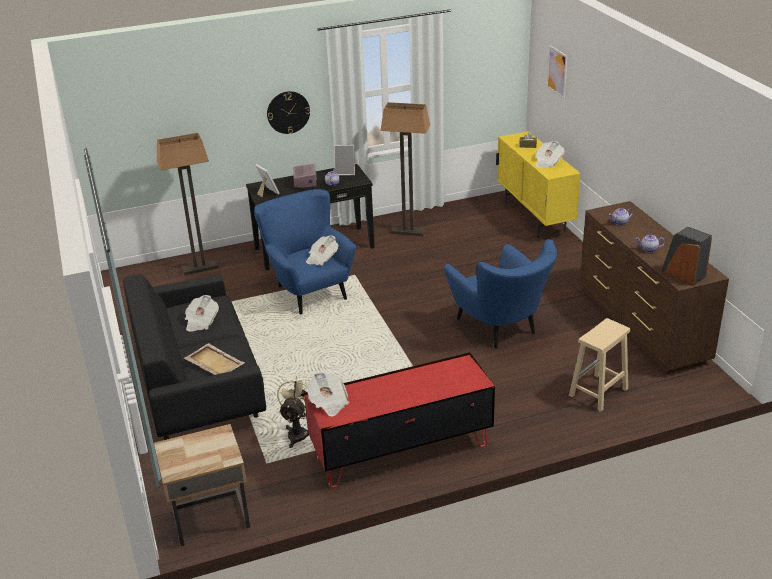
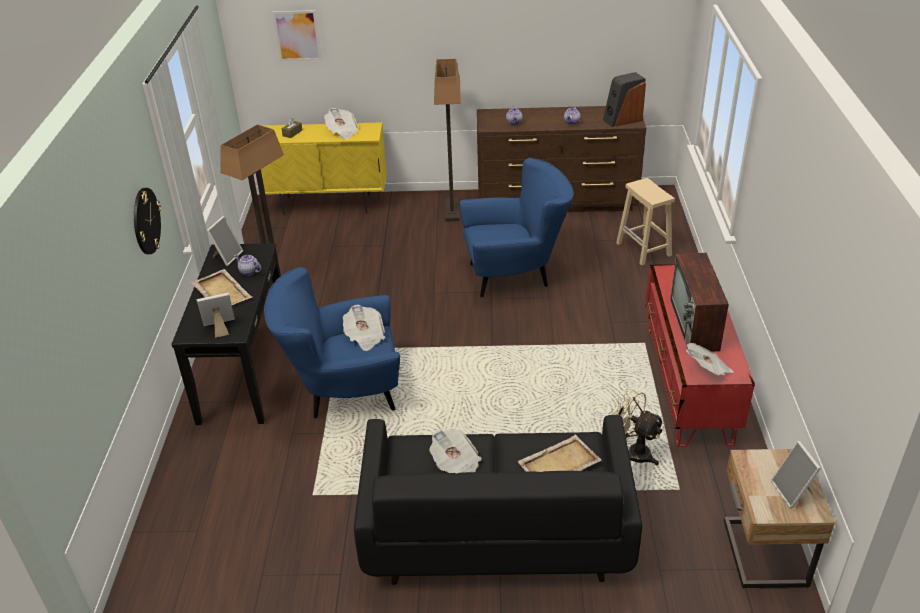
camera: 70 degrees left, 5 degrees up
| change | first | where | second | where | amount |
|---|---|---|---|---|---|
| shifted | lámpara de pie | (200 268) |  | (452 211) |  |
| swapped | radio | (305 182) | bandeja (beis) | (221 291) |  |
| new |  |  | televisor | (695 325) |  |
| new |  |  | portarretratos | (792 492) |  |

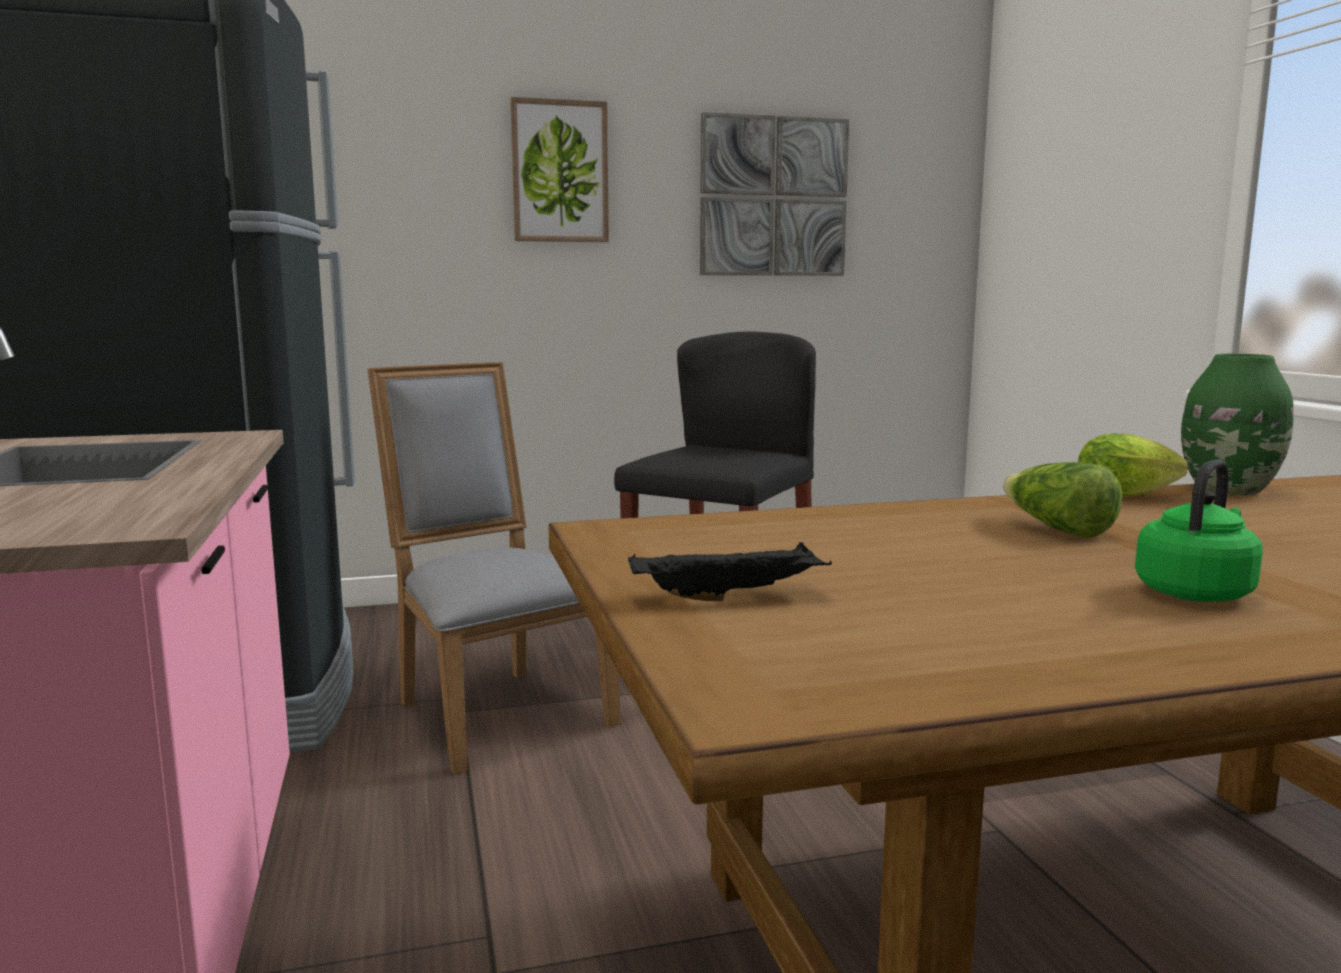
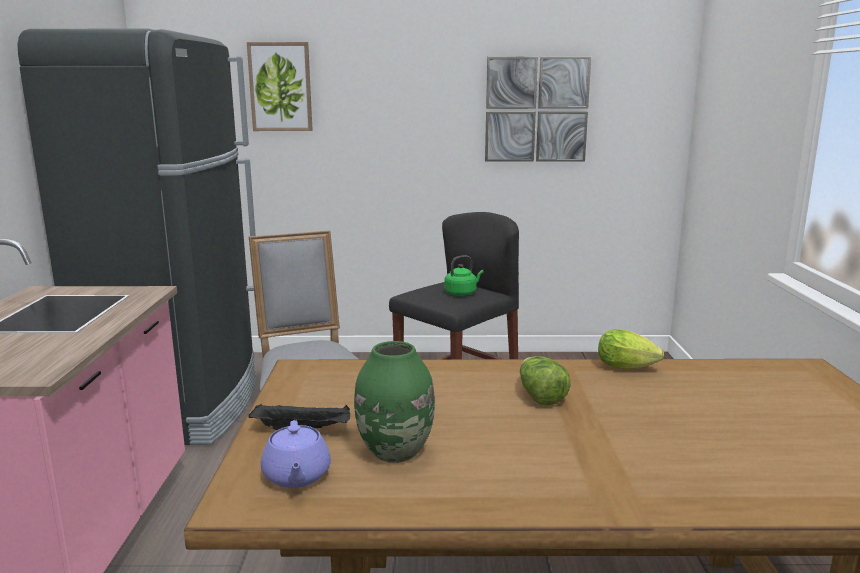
camera: 15 degrees right, 5 degrees up
| change | first | where | second | where | amount |
|---|---|---|---|---|---|
| shifted | cuadro | (560 172) |  | (280 87) |  |
| shifted | florero (verde) | (1229 490) |  | (395 452) |  |
| shifted | hervidor (verde) | (1196 592) |  | (462 293) |  |
| new |  |  | tetera (morado) | (296 476) |  |

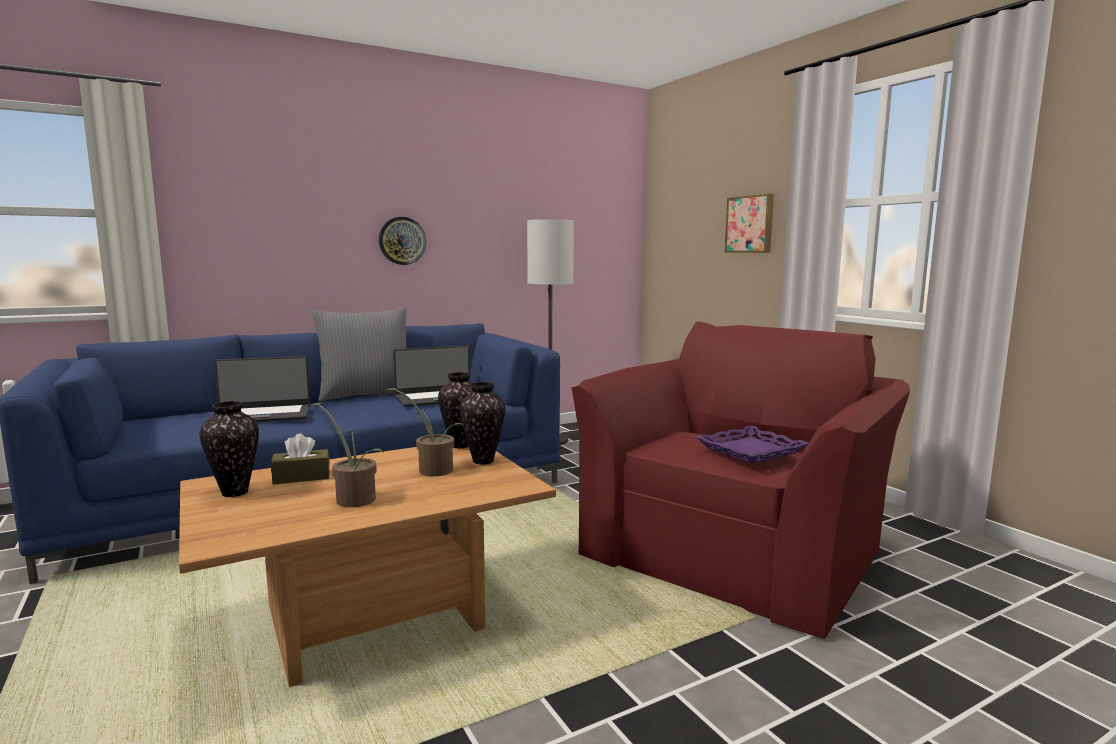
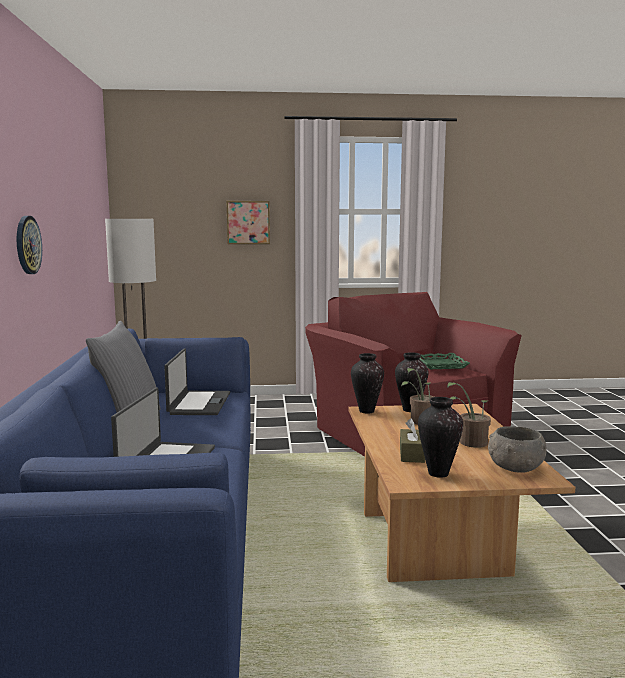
camera: 65 degrees left, 0 degrees up
| change | first | where | second | where | amount |
|---|---|---|---|---|---|
| repainted | bandeja (morado) | (750 450) | bandeja (verde) | (440 364) |  |
| new |  |  | cuenco (gris) | (515 468) |  |

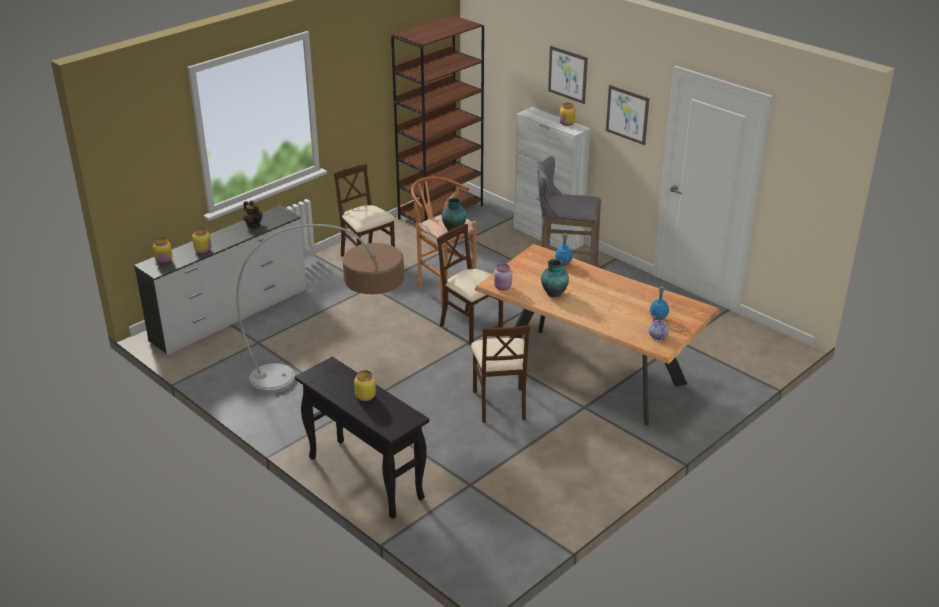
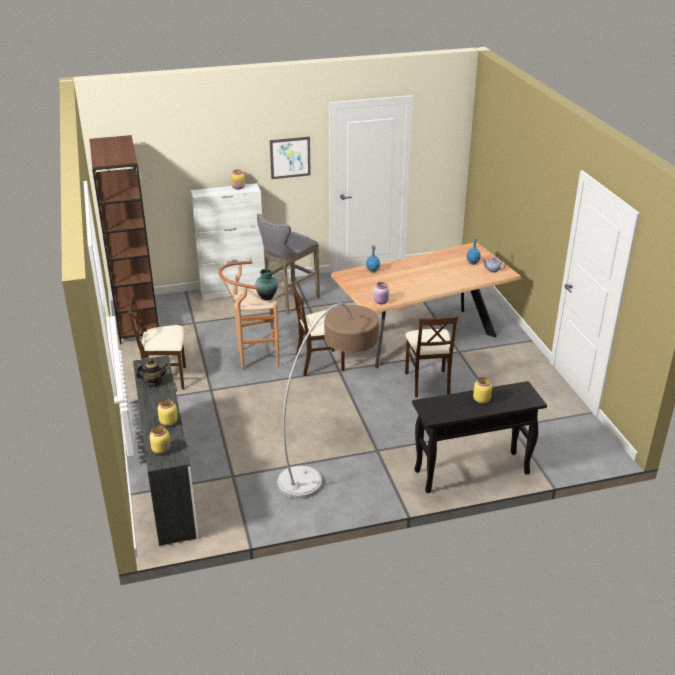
camera: 60 degrees left, 0 degrees up
| change | first | where | second | where | amount |
|---|---|---|---|---|---|
| gone | cuadro | (567 74) |  |  |  |
| gone | florero | (553 293) |  |  |  |
| rotated | silla (beis) | (500 404) |  | (428 383) | 60 degrees clockwise |

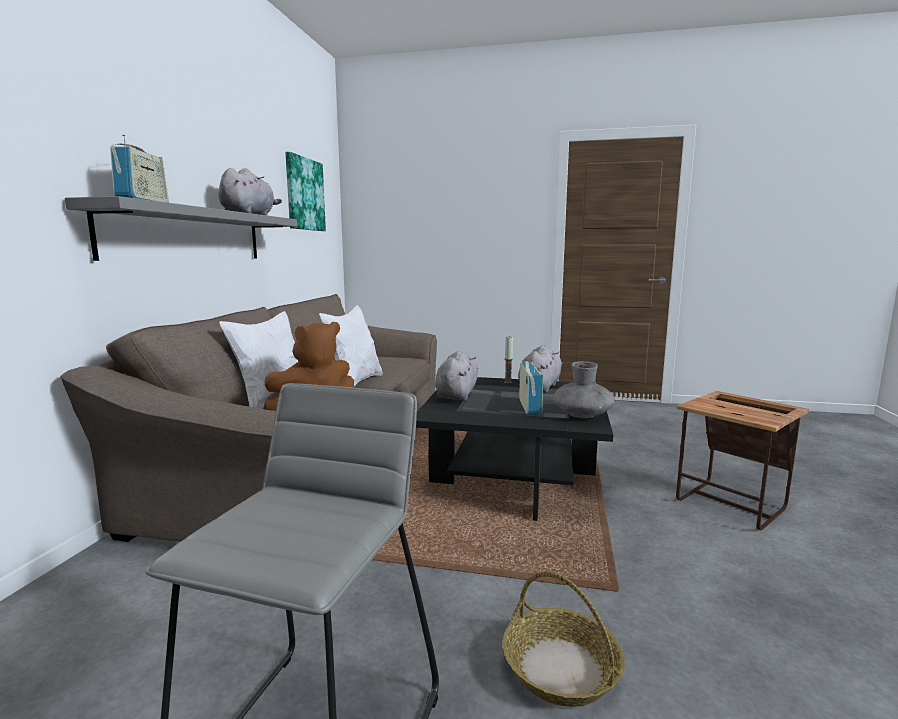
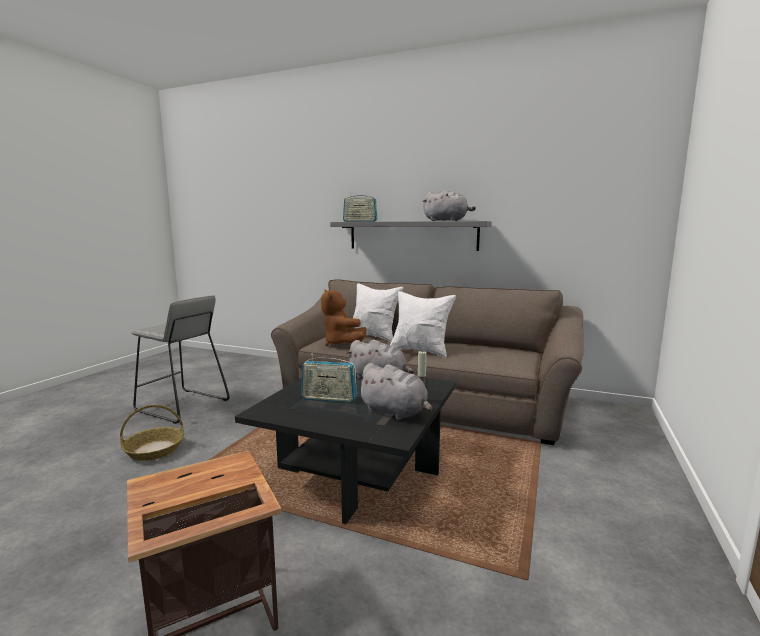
camera: 100 degrees right, 0 degrees up
| change | first | where | second | where | amount |
|---|---|---|---|---|---|
| gone | cuadro | (304 194) |  |  |  |
| gone | florero (gris) | (582 415) |  |  |  |

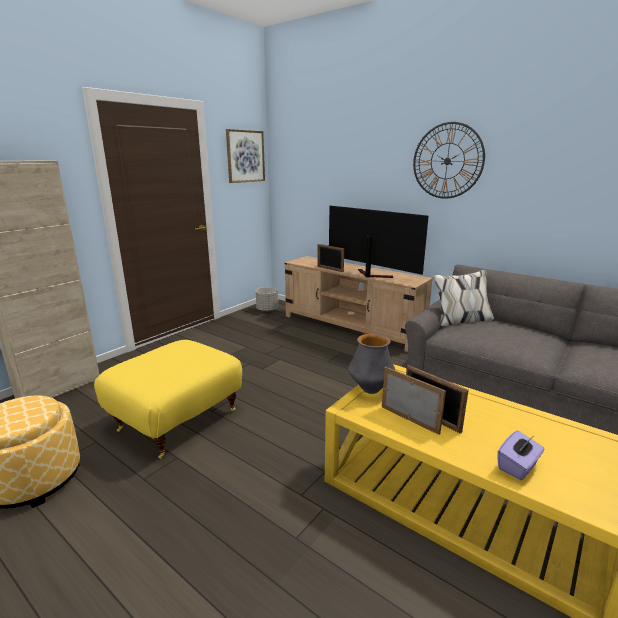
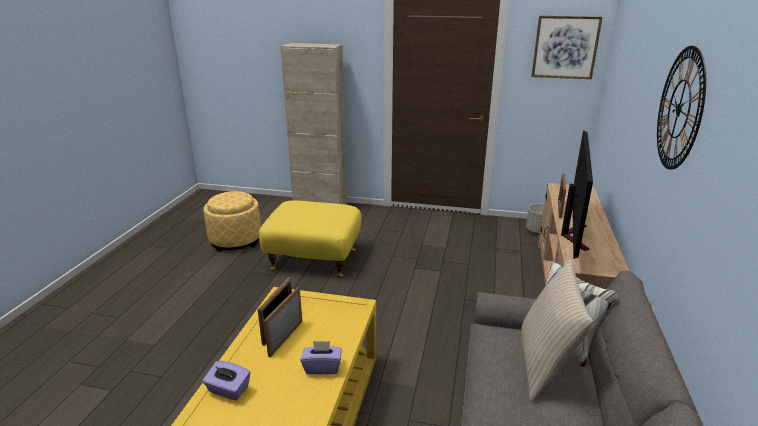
camera: 65 degrees right, 5 degrees up
| change | first | where | second | where | amount |
|---|---|---|---|---|---|
| gone | florero | (370 389) |  |  |  |
| new |  |  | cojín (beis) | (544 365) |  |
| new |  |  | caja de pañuelos (morado) | (322 367) |  |

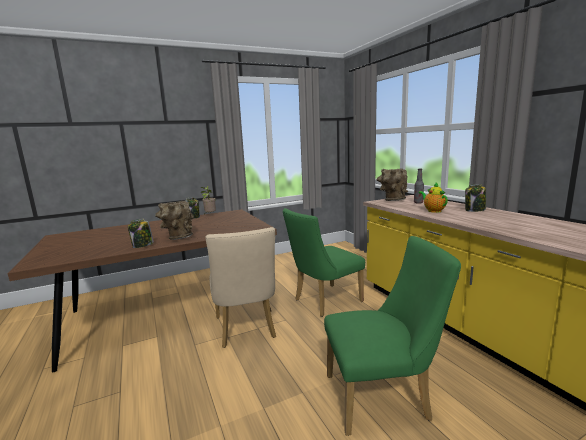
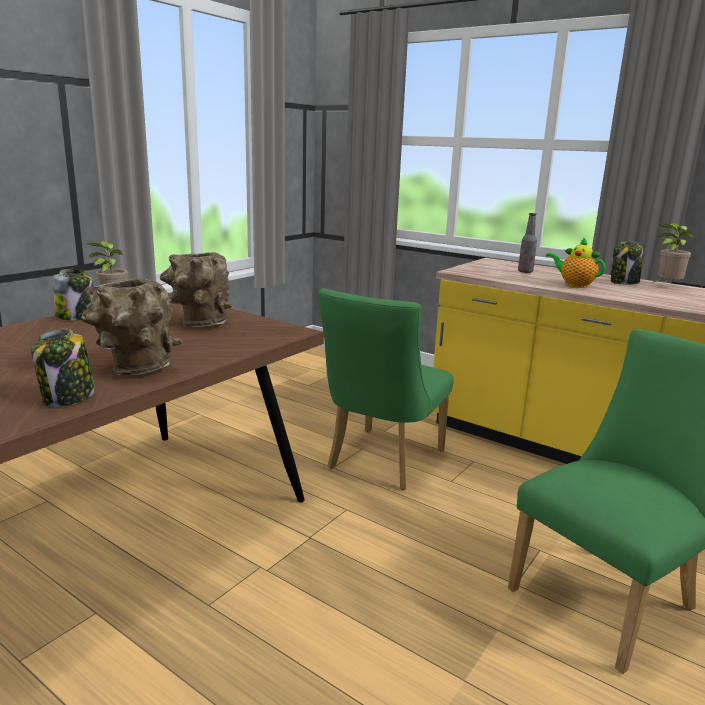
camera: 30 degrees left, 5 degrees up
| change | first | where | second | where | amount |
|---|---|---|---|---|---|
| shifted | florero (marrón) | (392 200) |  | (199 324) |  |
| gone | silla (beis) | (246 330) |  |  |  |
| new |  |  | planta en maceta | (666 286) |  |

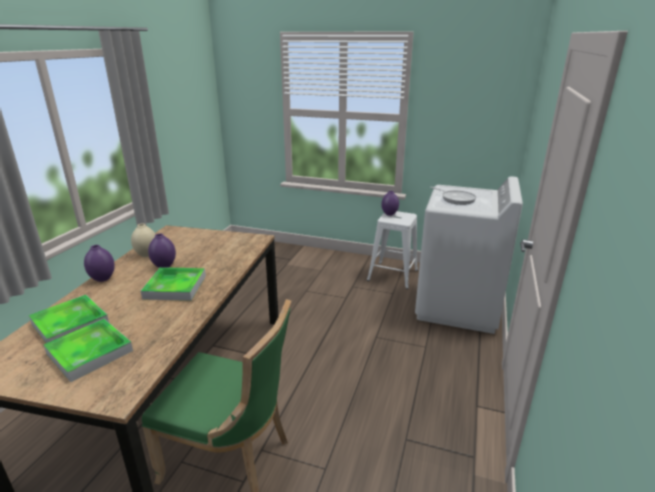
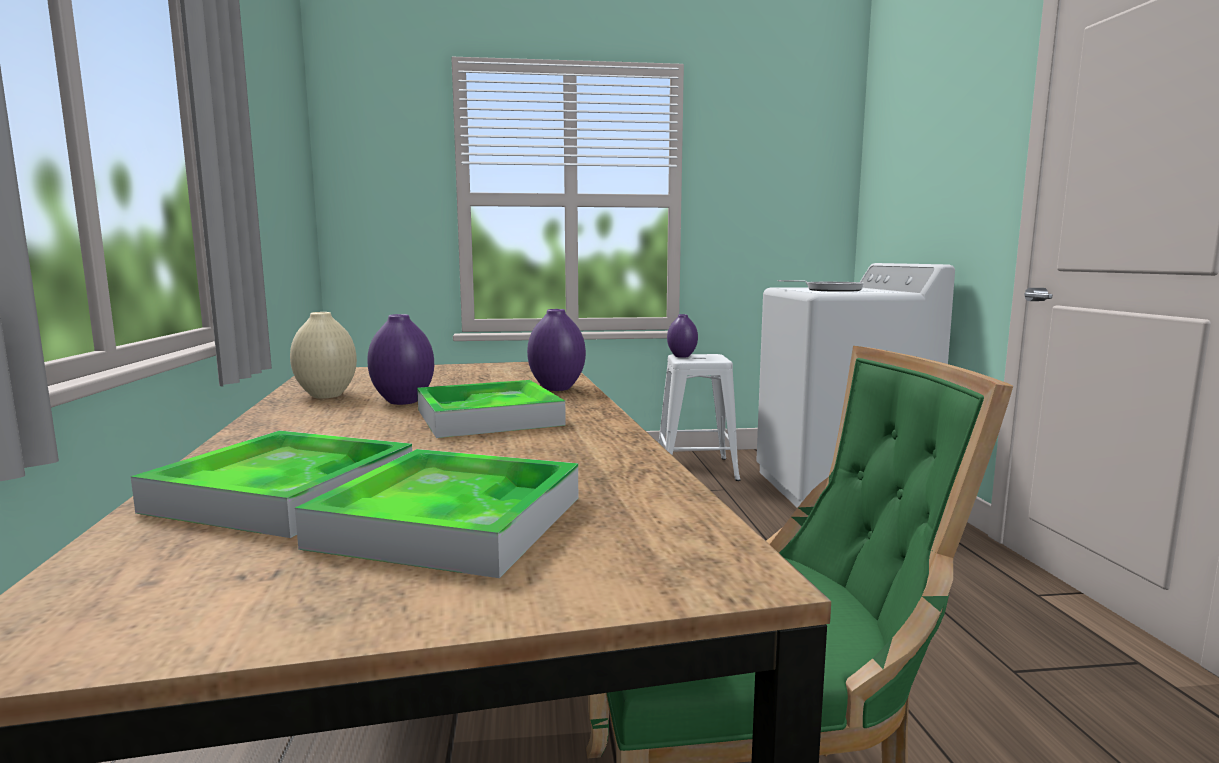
camera: 25 degrees left, 15 degrees down
| change | first | where | second | where | amount |
|---|---|---|---|---|---|
| shifted | florero (morado) | (103 278) |  | (556 388) |  |

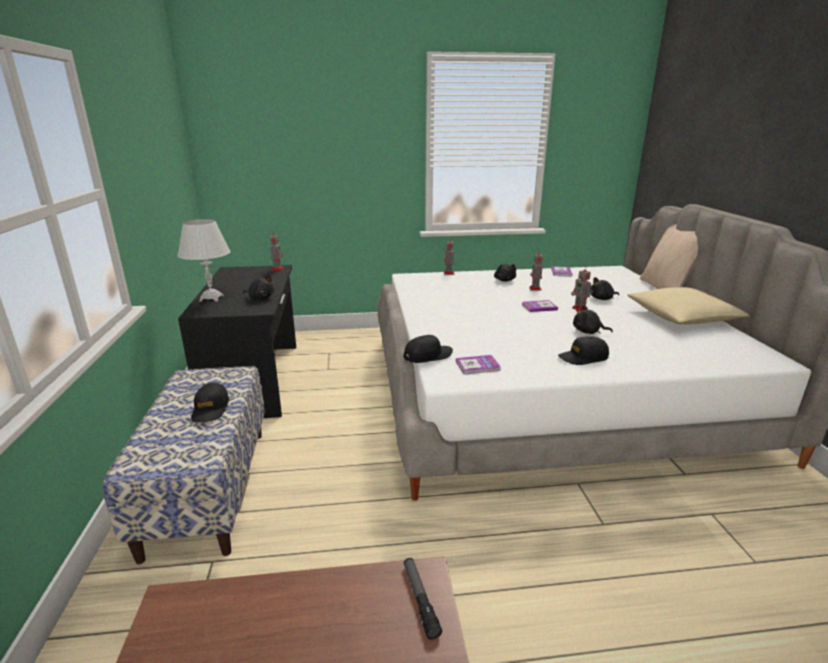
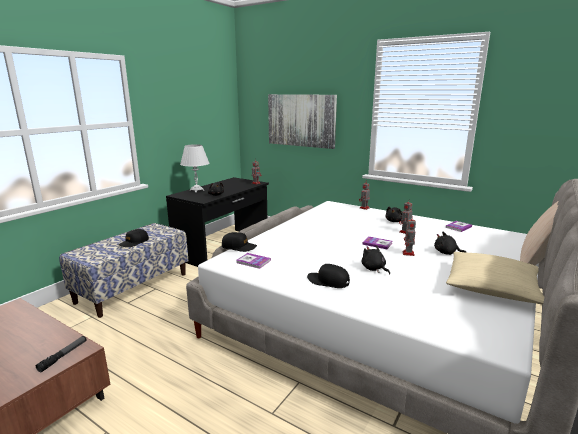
camera: 40 degrees right, 5 degrees down
| change | first | where | second | where | amount |
|---|---|---|---|---|---|
| new |  |  | cuadro | (301 120) |  |

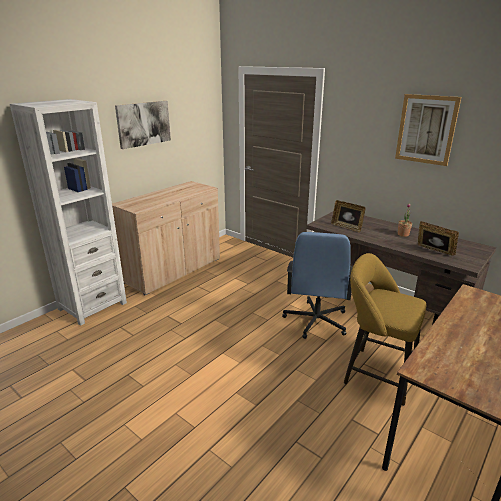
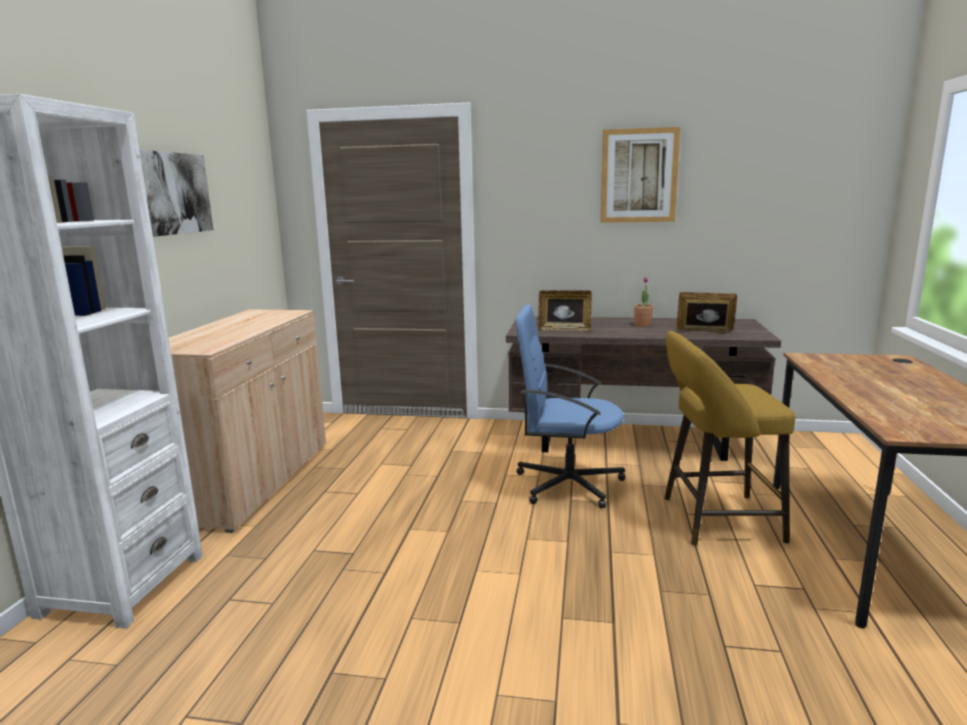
camera: 30 degrees left, 10 degrees down
| change | first | where | second | where | amount |
|---|---|---|---|---|---|
| rotated | silla de oficina (azul) | (315 321) |  | (567 484) | 120 degrees clockwise |

